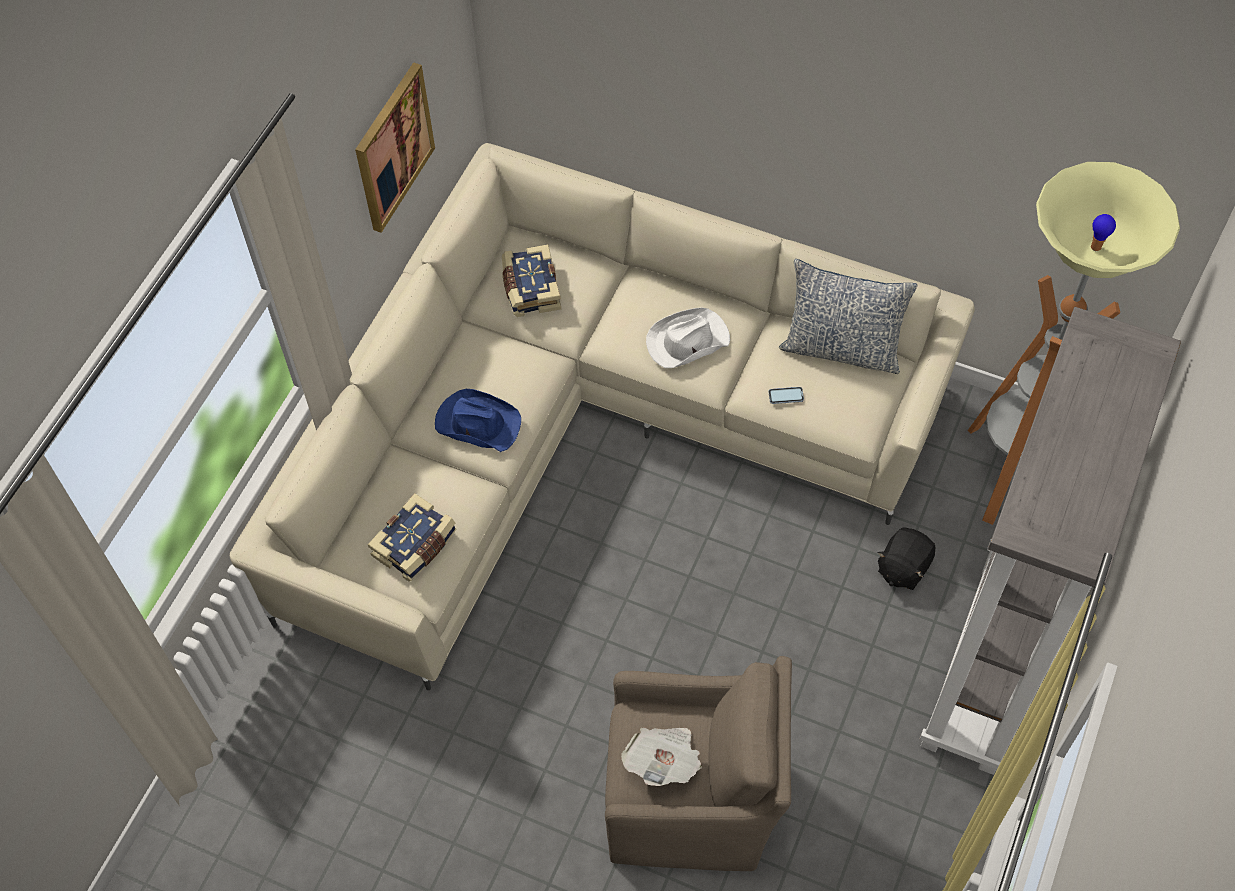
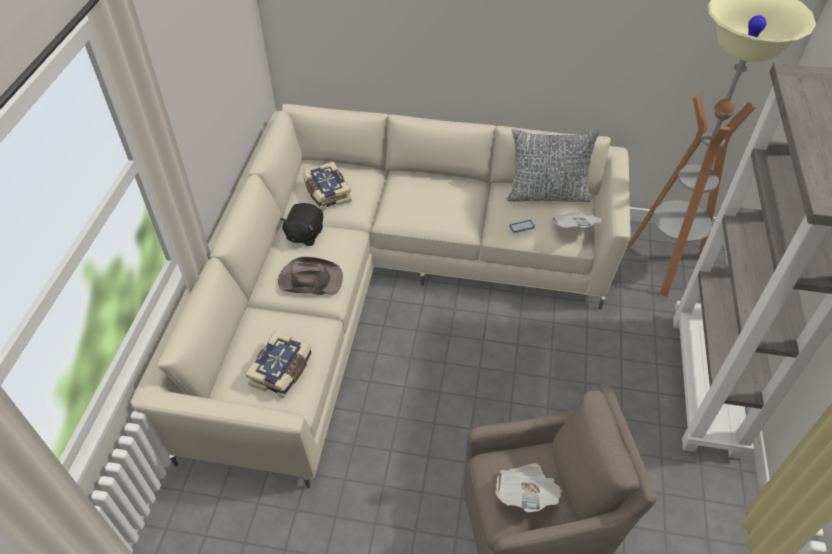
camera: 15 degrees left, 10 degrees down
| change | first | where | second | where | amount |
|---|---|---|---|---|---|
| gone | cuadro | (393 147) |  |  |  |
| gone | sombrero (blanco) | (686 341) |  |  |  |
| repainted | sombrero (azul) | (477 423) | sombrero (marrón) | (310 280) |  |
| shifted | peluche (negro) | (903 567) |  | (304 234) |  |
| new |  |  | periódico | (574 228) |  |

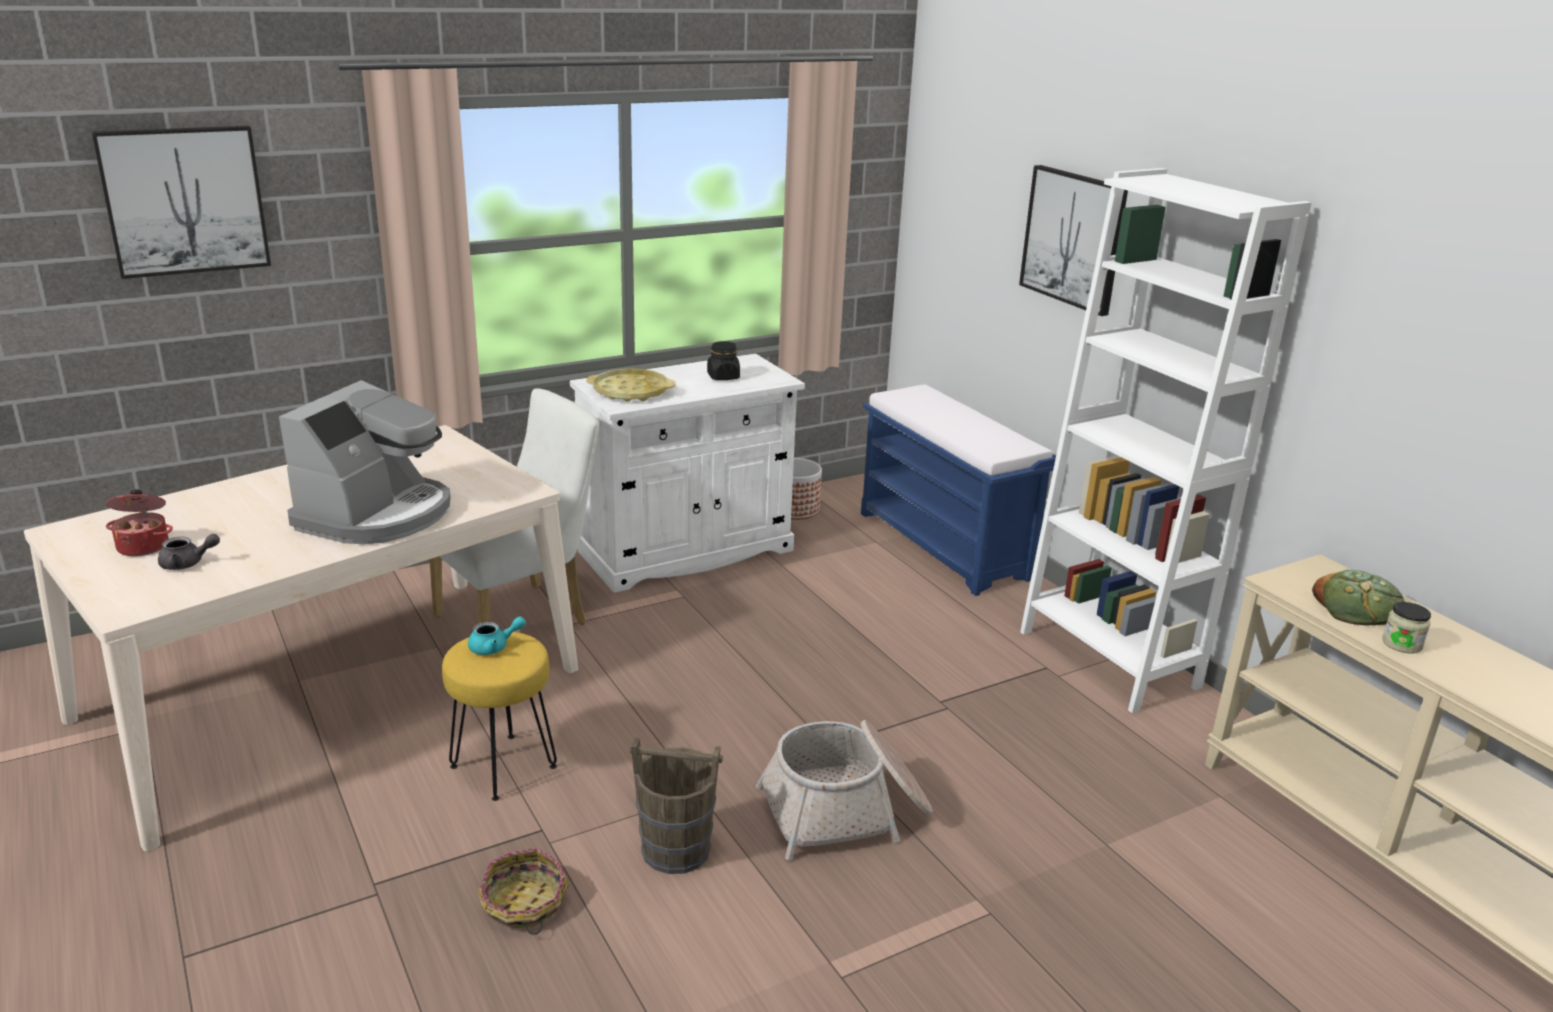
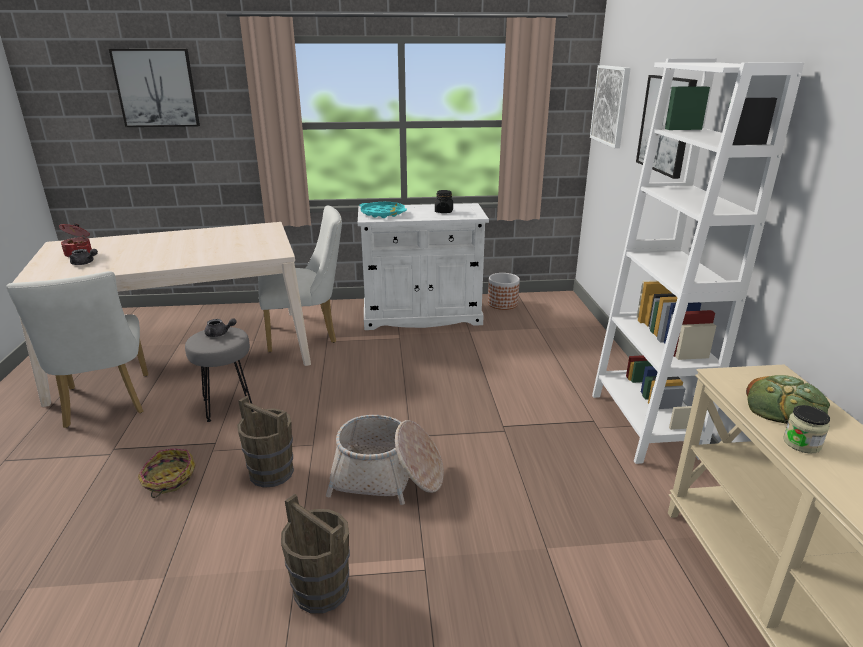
camera: 25 degrees right, 0 degrees up
| change | first | where | second | where | amount |
|---|---|---|---|---|---|
| repainted | bandeja (amarillo) | (631 392) | bandeja (turquesa) | (383 213) |  |
| gone | cafetera | (376 515) |  |  |  |
| gone | banco (azul) | (945 545) |  |  |  |
| repainted | tetera (turquesa) | (494 647) | tetera (gris) | (220 334) |  |
| repainted | taburete (amarillo) | (503 766) | taburete (gris) | (228 405) |  |
| new |  |  | cuadro | (611 105) |  |
| new |  |  | silla (blanco) | (106 404) |  |
| new |  |  | cubo (marrón) | (321 589) |  |

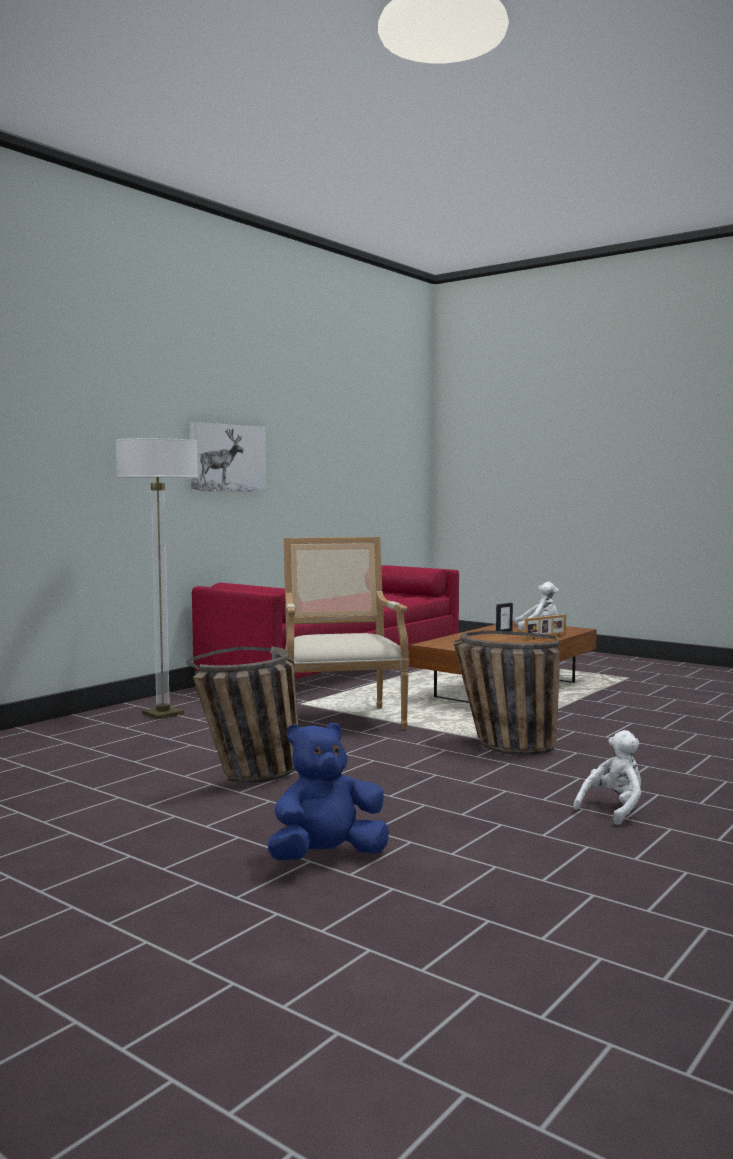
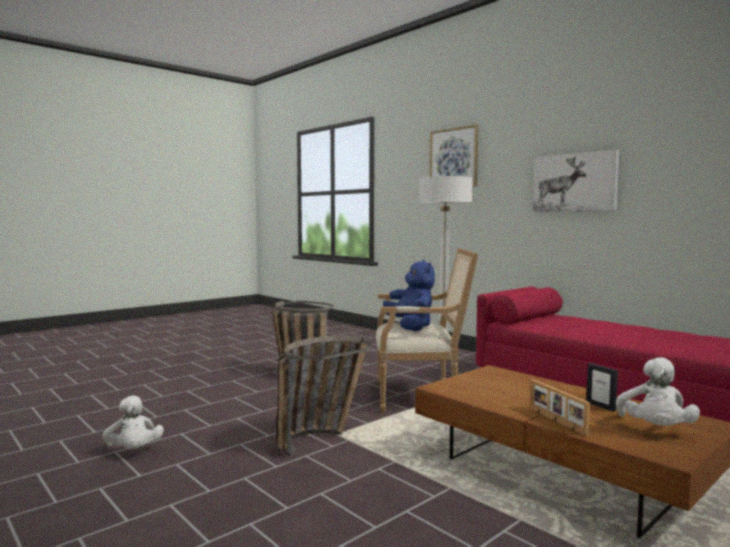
camera: 100 degrees right, 0 degrees up
| change | first | where | second | where | amount |
|---|---|---|---|---|---|
| shifted | peluche (azul) | (326 857) |  | (410 327) |  |
| new |  |  | cuadro | (453 158) |  |

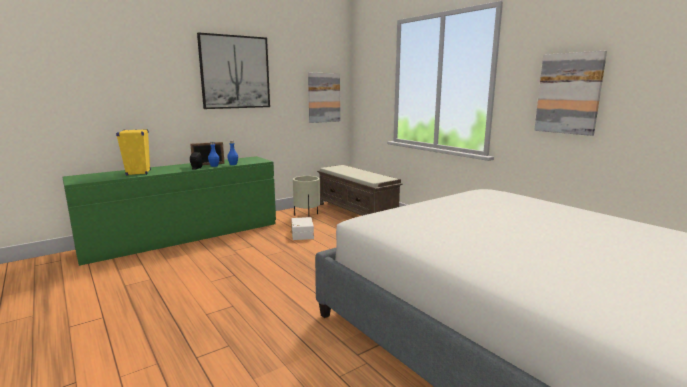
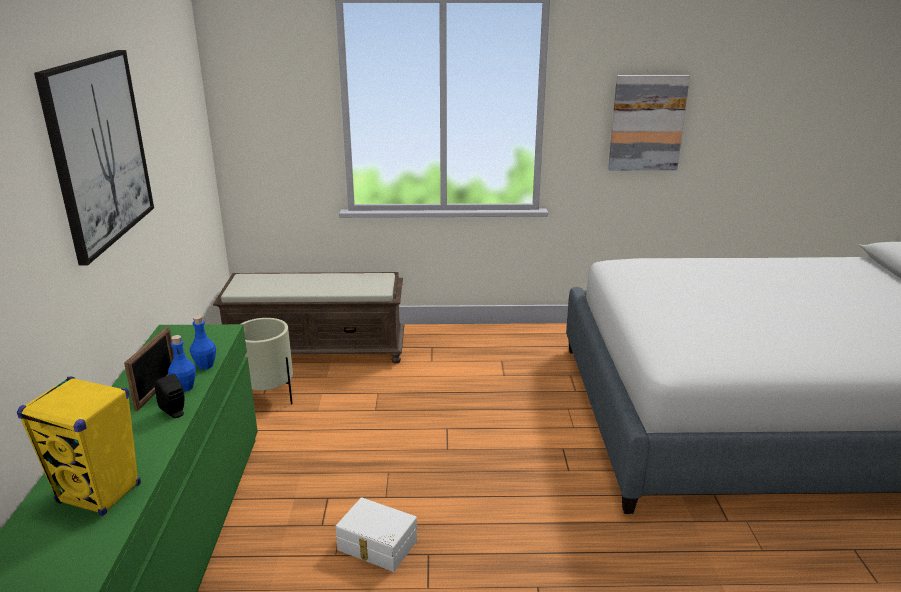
camera: 55 degrees left, 10 degrees up
| change | first | where | second | where | amount |
|---|---|---|---|---|---|
| gone | cuadro | (323 97) |  |  |  |
| shifted | caja de almacenaje (blanco) | (301 234) |  | (376 546) |  |

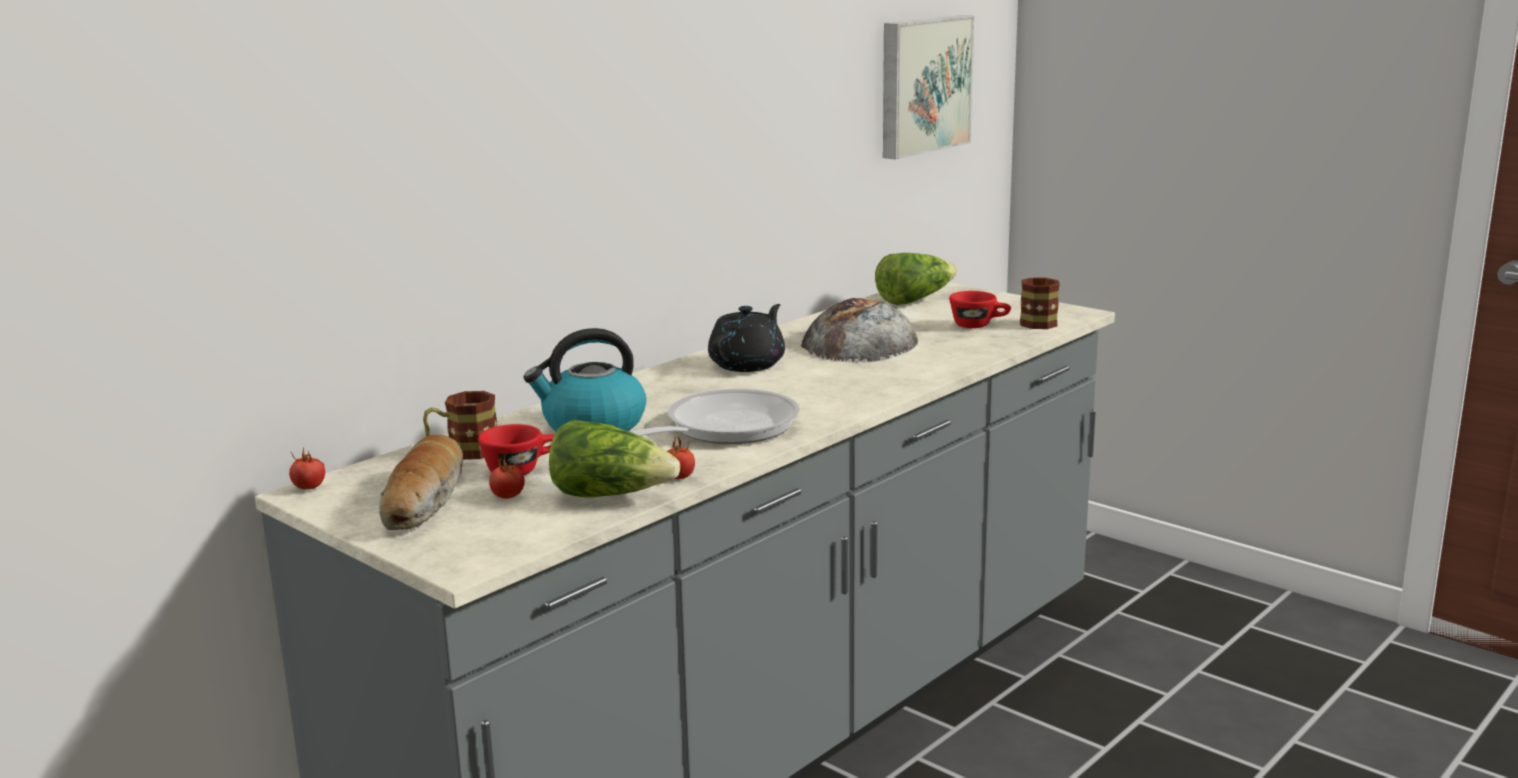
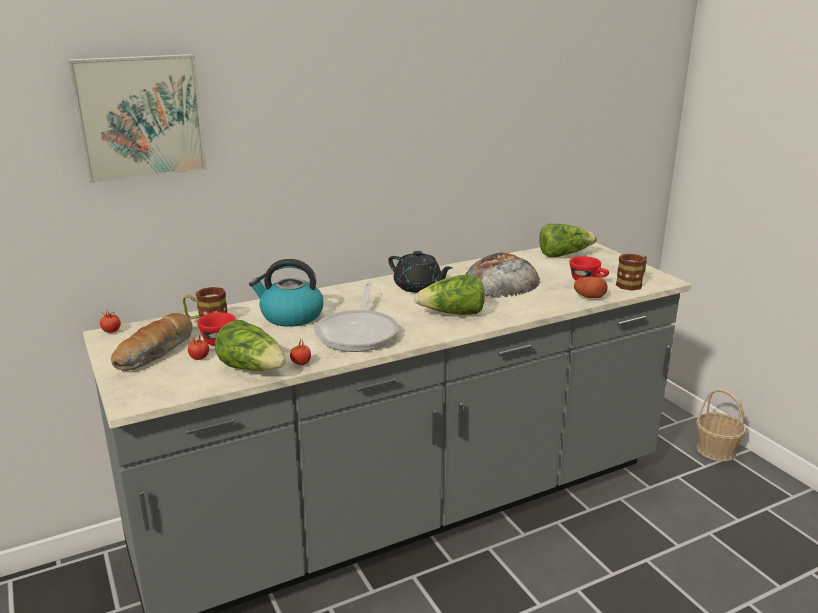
camera: 20 degrees right, 5 degrees up
| change | first | where | second | where | amount |
|---|---|---|---|---|---|
| shifted | cuadro | (922 85) |  | (139 116) |  |
| rotated | tetera (negro) | (748 364) |  | (418 287) | 75 degrees clockwise |
| rotated | sartén | (722 429) |  | (359 332) | 120 degrees clockwise |
| new |  |  | lechuga | (452 314) |  |
| new |  |  | patata | (588 296) |  |
| new |  |  | cesta | (716 450) |  |

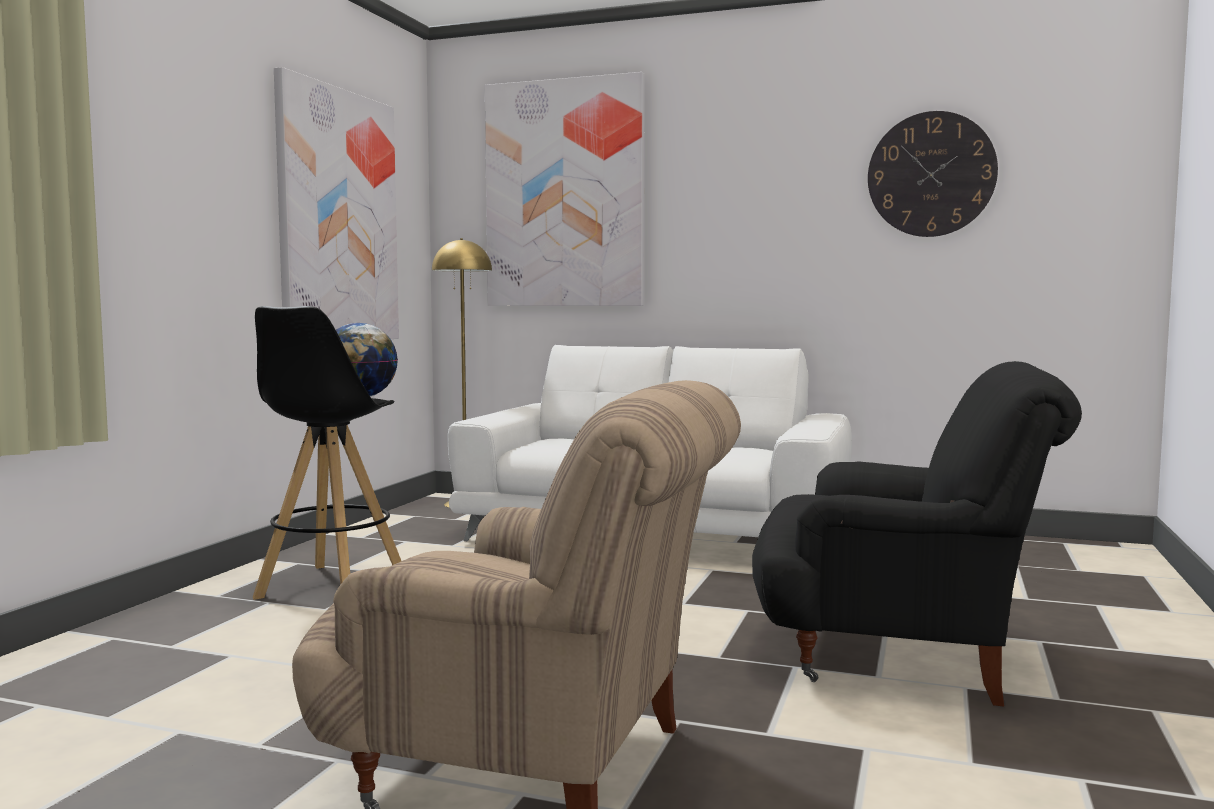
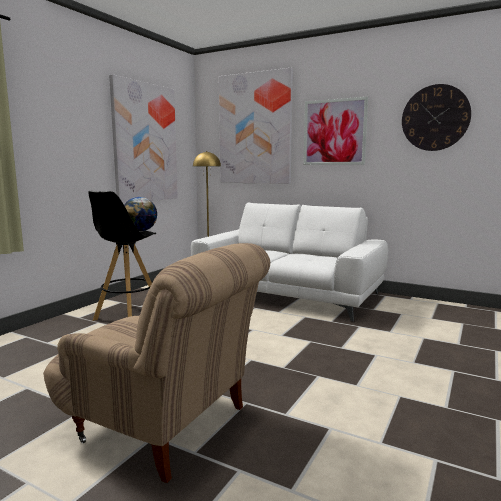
camera: 10 degrees right, 5 degrees up
| change | first | where | second | where | amount |
|---|---|---|---|---|---|
| gone | sillón (negro) | (900 654) |  |  |  |
| new |  |  | cuadro | (334 132) |  |

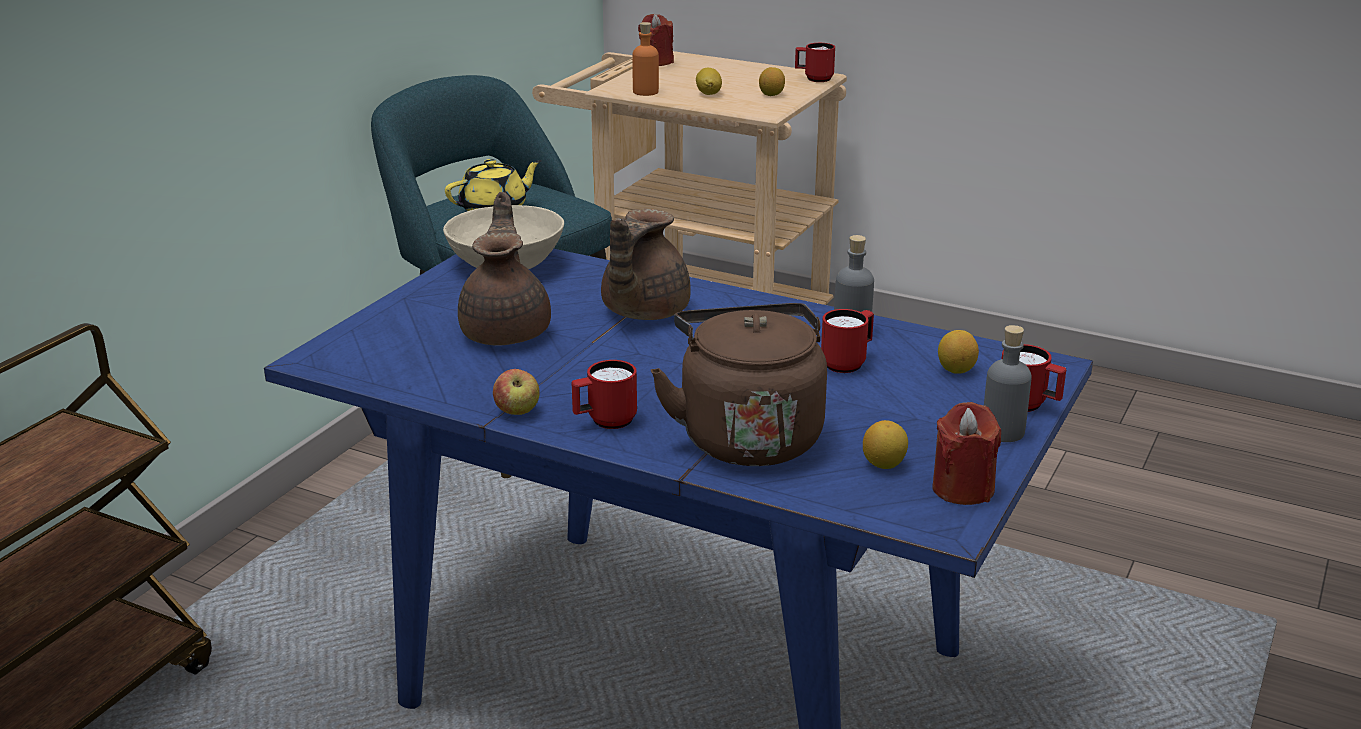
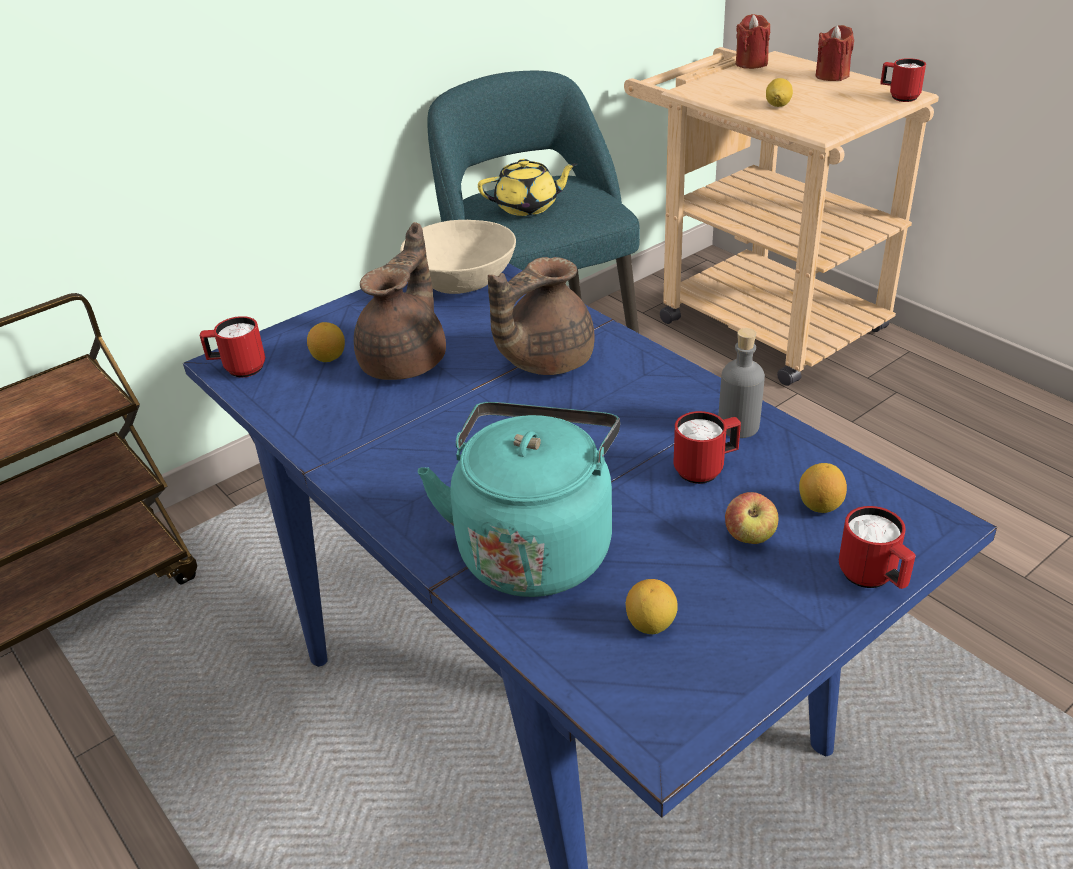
camera: 25 degrees right, 10 degrees up
| change | first | where | second | where | amount |
|---|---|---|---|---|---|
| gone | botella (naranja) | (645 92) |  |  |  |
| shifted | limón | (771 95) |  | (329 358) |  |
| repainted | hervidor (marrón) | (747 436) | hervidor (turquesa) | (535 546) |  |
| gone | botella (gris) | (1002 432) |  |  |  |
| shifted | taza grande (rojo) | (605 422) |  | (238 369) |  |
| shifted | manzana | (517 412) |  | (749 537) |  |
| shifted | vela (rojo) | (962 489) |  | (832 76) |  |

